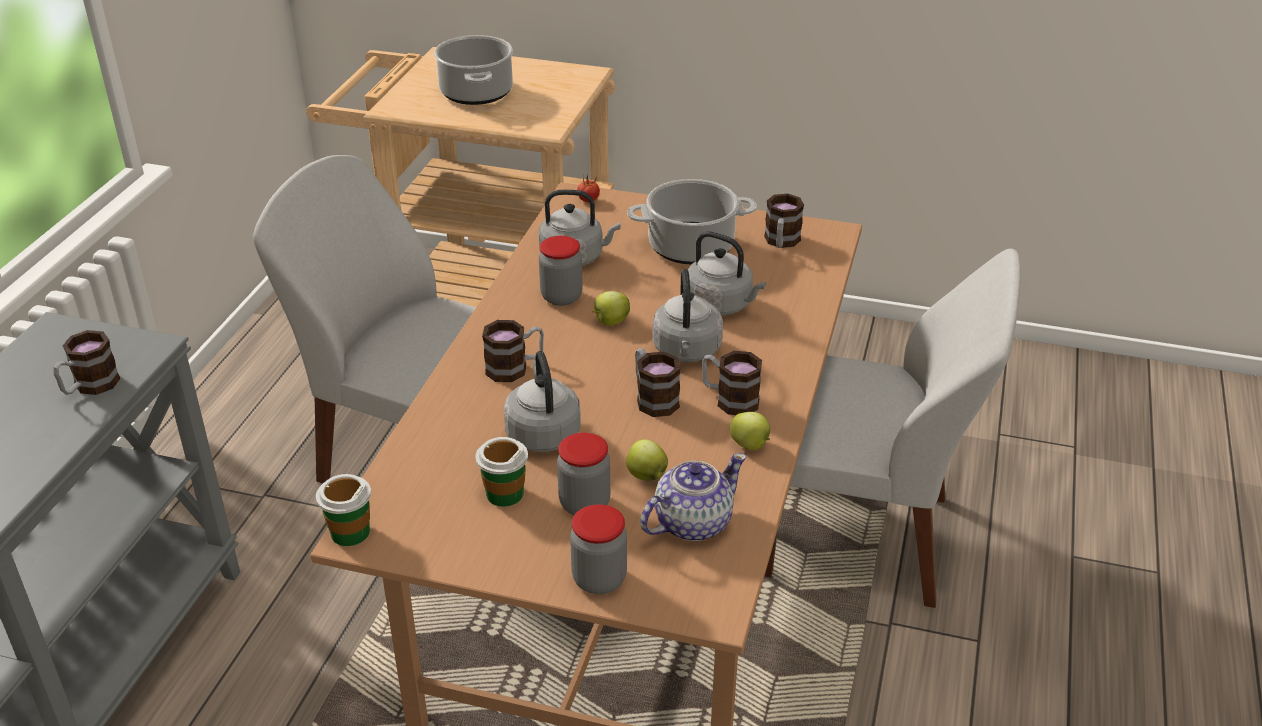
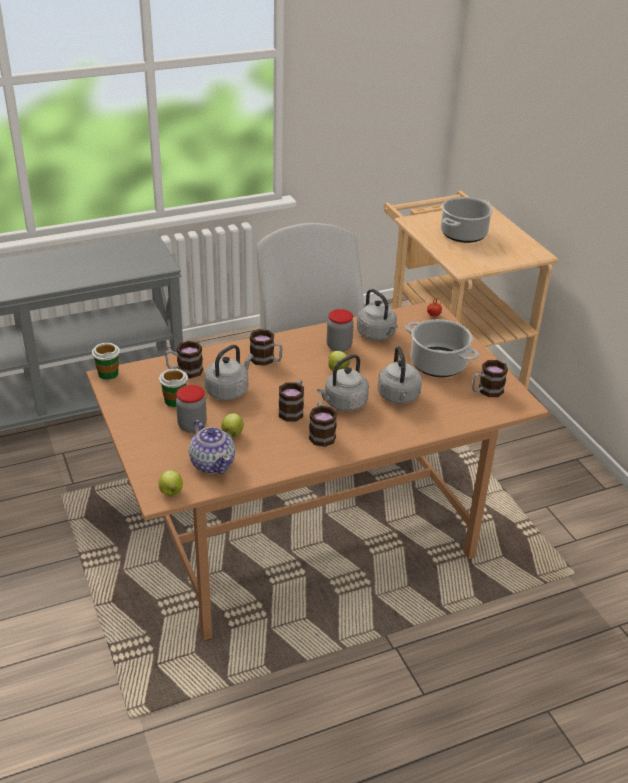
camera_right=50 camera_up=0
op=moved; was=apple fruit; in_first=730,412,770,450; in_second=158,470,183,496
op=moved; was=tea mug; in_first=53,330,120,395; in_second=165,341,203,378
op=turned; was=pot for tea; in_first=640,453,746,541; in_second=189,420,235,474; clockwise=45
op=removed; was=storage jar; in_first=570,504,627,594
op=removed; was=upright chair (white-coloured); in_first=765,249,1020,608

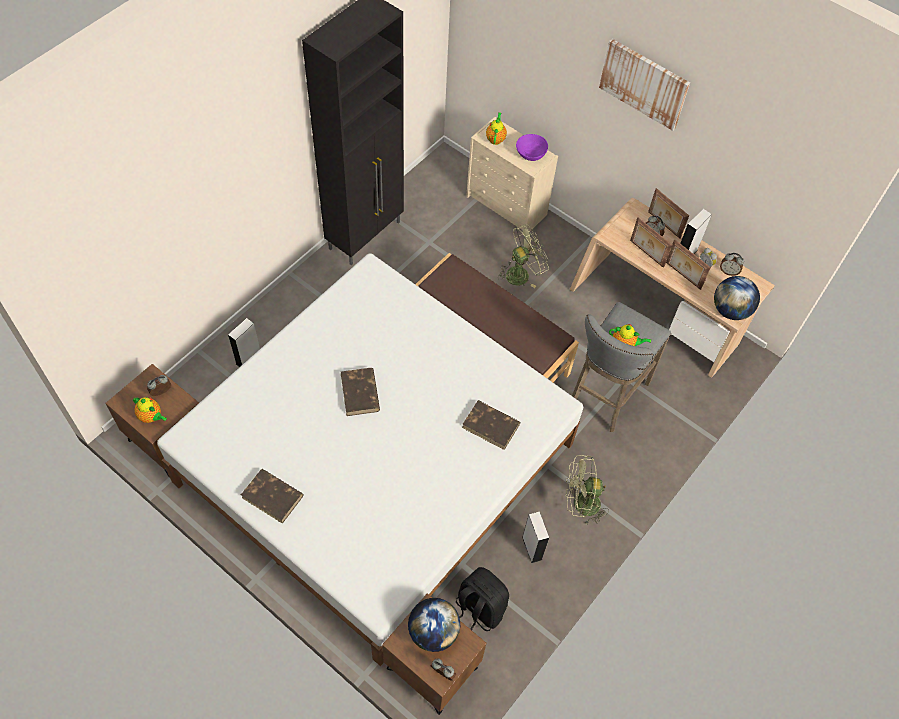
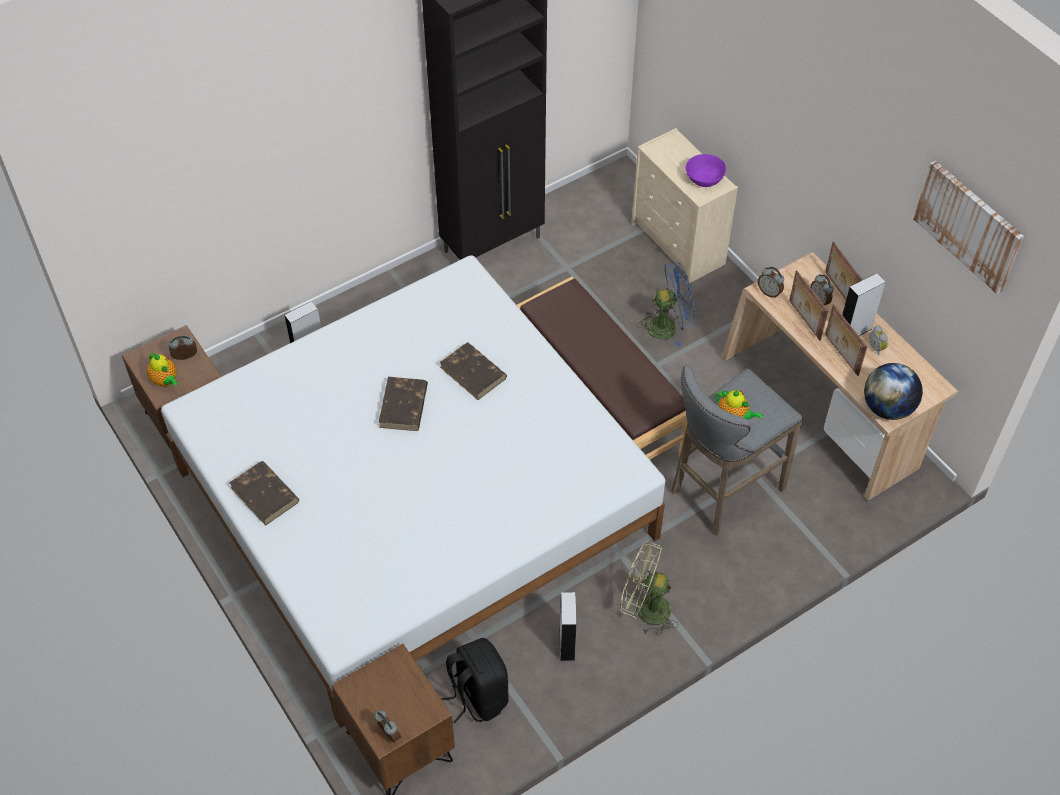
camera_right=20 camera_up=-5
op=moved; was=bound book (brownish); in_first=462,400,521,450; in_second=440,342,507,400
op=recoloured; was=fan (green); now=fan (bluish); in_first=499,224,549,288; in_second=637,263,696,347
op=moved; was=bedside clock; in_first=720,253,744,276; in_second=758,267,784,298
op=moved; was=wall picture; in_first=599,39,690,131; in_second=913,160,1024,294
op=removed; was=globe; in_first=408,598,460,652
op=removed; was=pot for tea; in_first=486,112,507,145

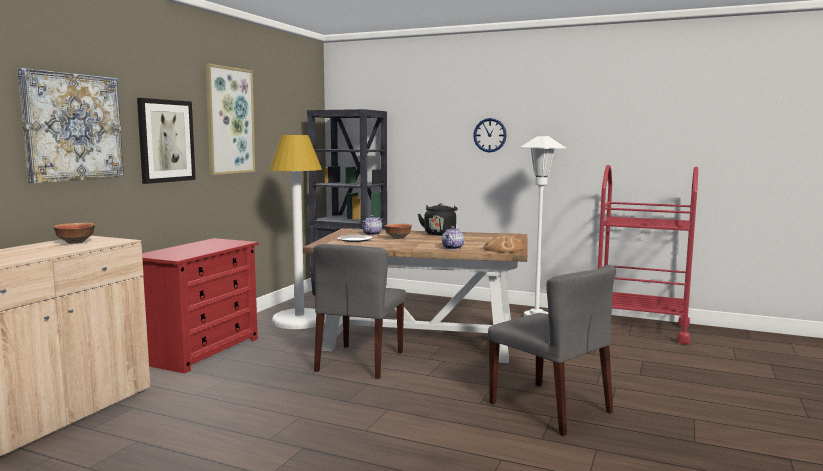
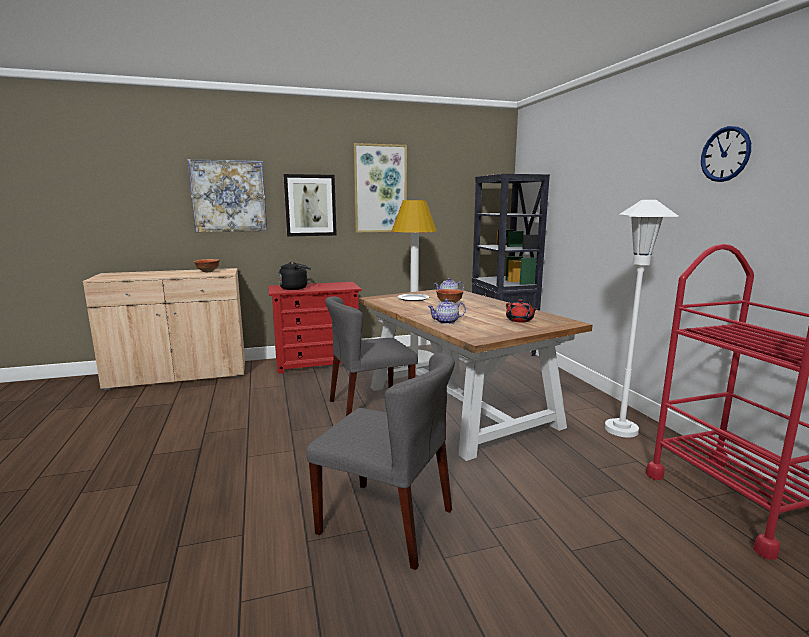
camera_right=50 camera_up=5
op=moved; was=tea kettle (black-coloured); in_first=418,203,458,236; in_second=279,262,311,290
op=turned; was=upright chair (greyish); in_first=488,265,616,436; in_second=307,352,455,570; clockwise=-75
op=added; now=pot for tea (red-coloured); in_second=506,300,538,323
op=moved; was=wall clock; in_first=473,118,507,152; in_second=701,126,751,182
op=removed; was=baked bread; in_first=484,234,524,252

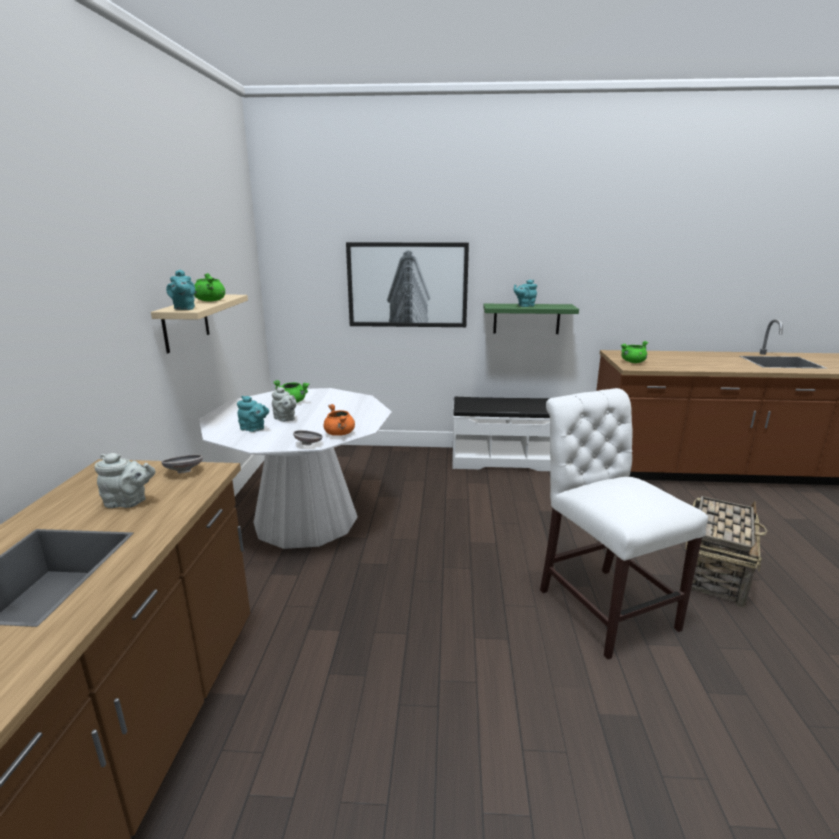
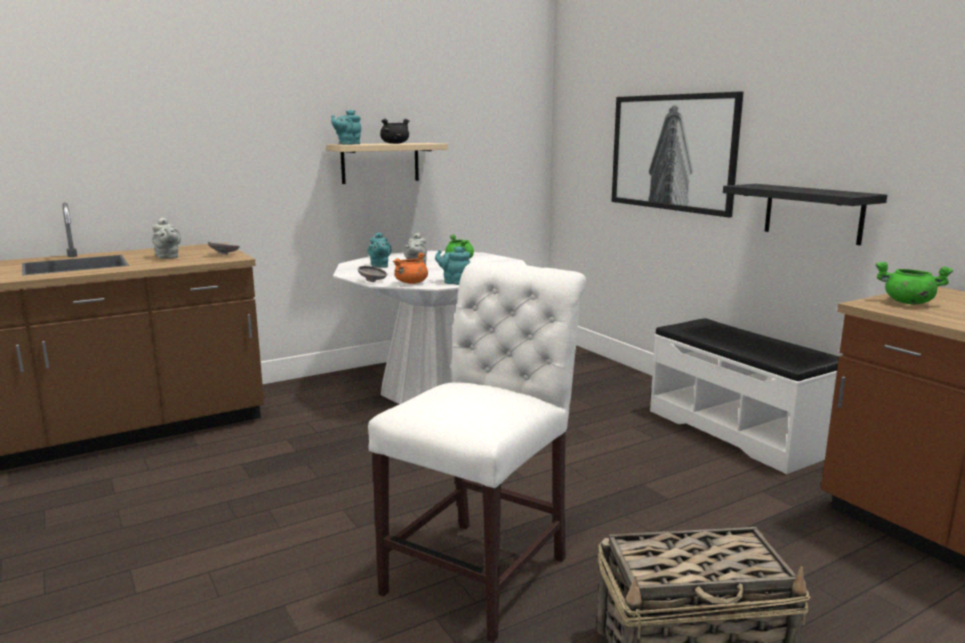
camera_right=55 camera_up=-5
op=recoloured; was=saucepot (green); now=saucepot (black-coloured); in_first=194,273,225,302; in_second=380,118,410,144
op=moved; was=pot for tea (blue-green); in_first=514,280,537,307; in_second=435,246,470,285
op=recoloured; was=bracket shelf (green); now=bracket shelf (black-coloured); in_first=483,304,579,334; in_second=723,184,887,245

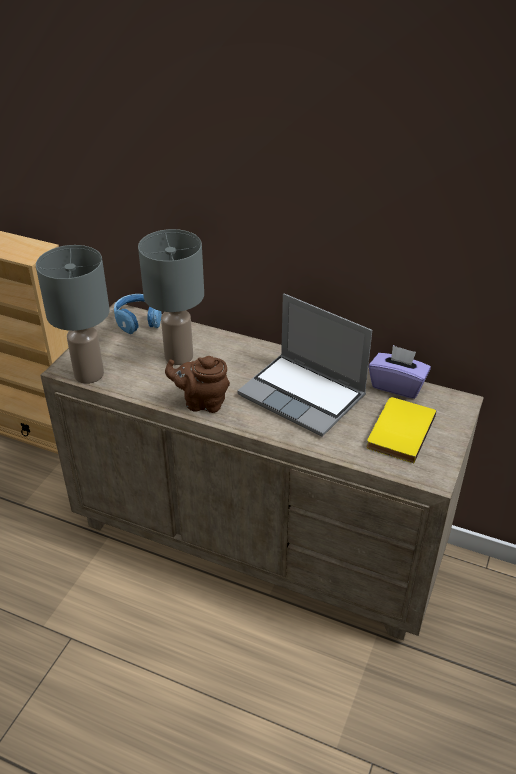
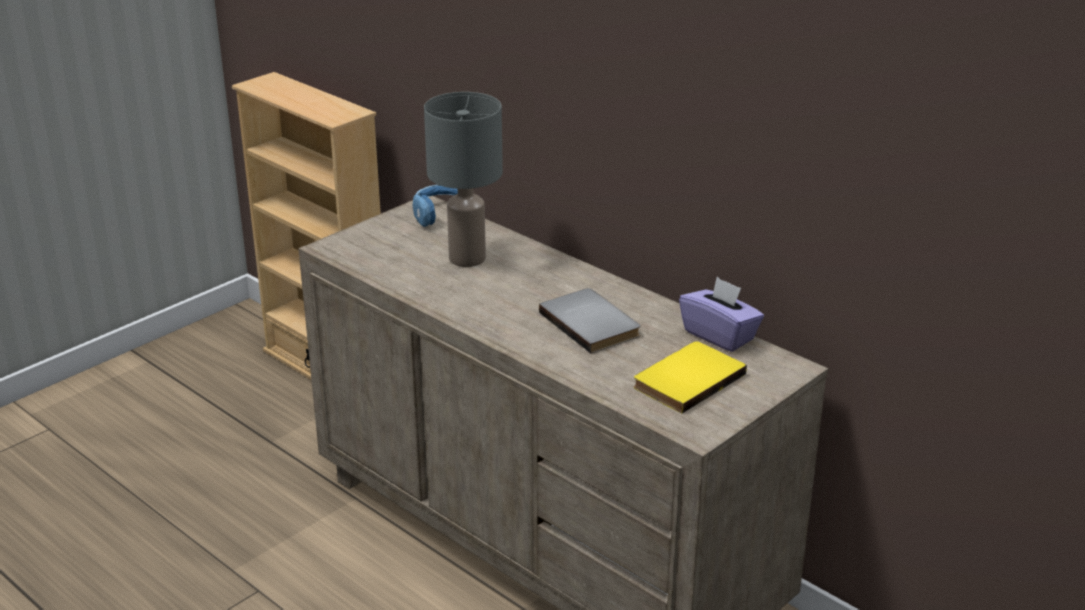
camera_right=20 camera_up=-10
op=replaced; was=portable computer; now=bound book (greyish); in_first=237,293,372,437; in_second=539,288,640,353
op=removed; was=lamp for a table (greyish); in_first=36,245,110,384
op=removed; was=pot for tea (brownish); in_first=165,356,230,413

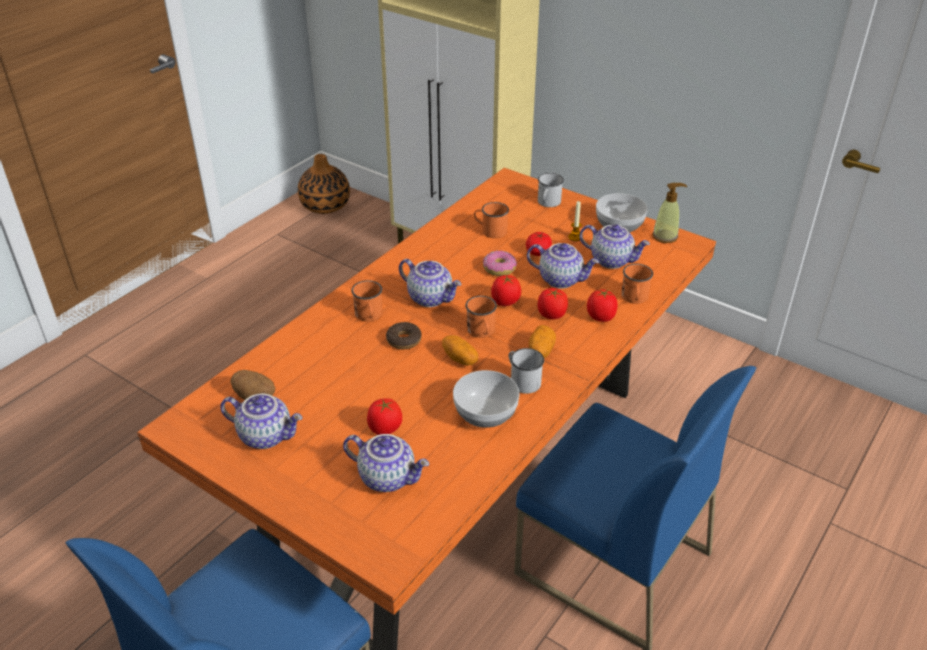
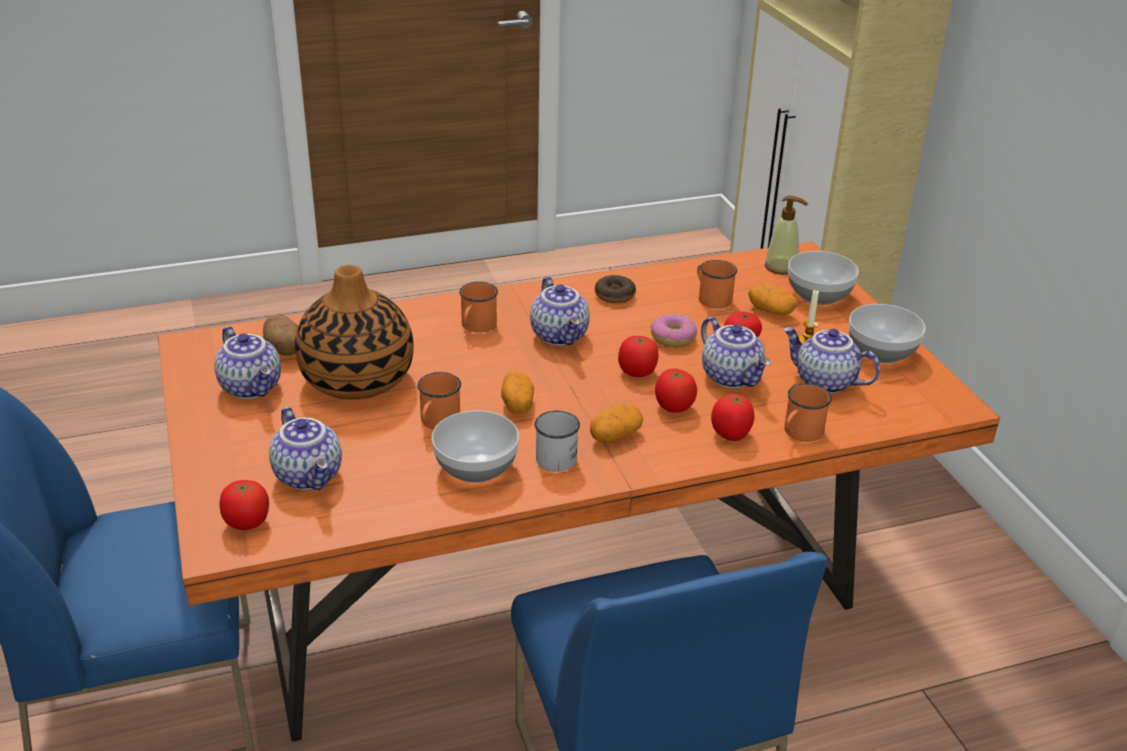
camera_right=35 camera_up=-5
op=moved; was=tomato; in_first=367,398,402,435; in_second=219,480,269,530
op=moved; was=flower vase; in_first=298,154,350,214; in_second=295,265,414,399
op=moved; was=tea mug (orange); in_first=465,296,497,338; in_second=417,372,461,430
op=moved; was=ring doughnut; in_first=386,322,422,349; in_second=595,275,636,303
op=added; now=spud; in_second=748,283,798,315
op=moved; was=soap bottle; in_first=652,183,687,243; in_second=765,196,808,275
op=turned; was=pot for tea; in_first=580,224,650,269; in_second=783,327,880,394; clockwise=150
op=replaced; was=tea mug (white-coloured); now=bowl; in_first=538,173,564,207; in_second=788,251,859,305

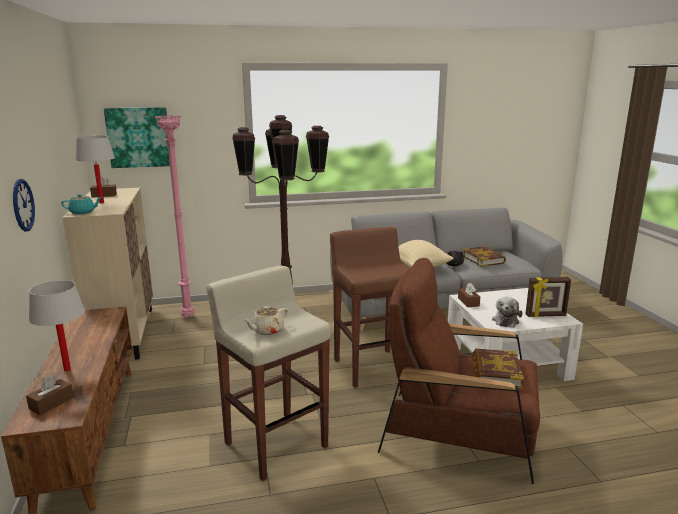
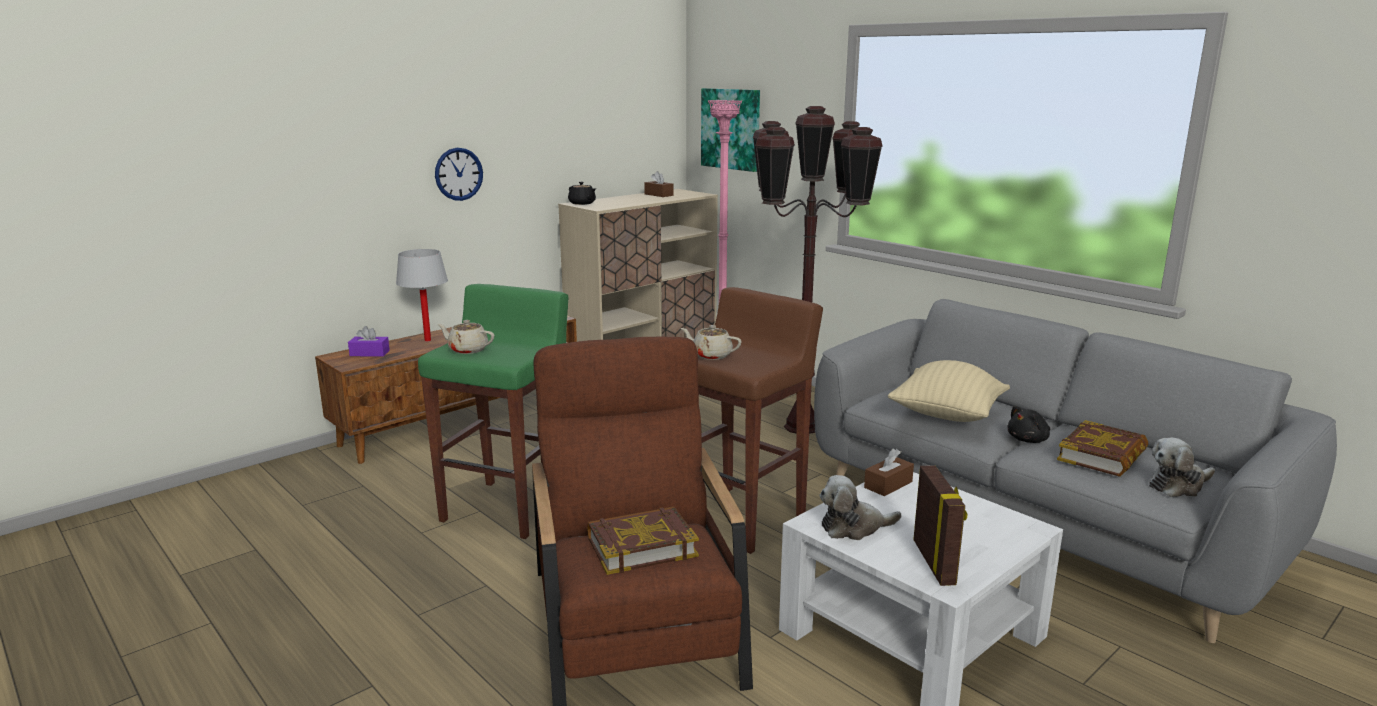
camera_right=60 camera_up=0
op=recoloured; was=tissue box (brownish); now=tissue box (purple-coloured); in_first=26,376,74,415; in_second=348,326,390,357
op=recoloured; was=sitting stool (beige-coloured); now=sitting stool (green); in_first=206,266,331,481; in_second=418,284,568,539
op=recoloured; was=pot for tea (blue-green); now=pot for tea (black-coloured); in_first=61,194,102,214; in_second=568,182,596,205
op=added; now=pot for tea (beige-coloured); in_second=681,325,742,360
op=turned; was=picture frame; in_first=526,277,571,317; in_second=913,465,967,586; clockwise=-150
op=added; now=cuddly toy; in_second=1149,438,1215,497
op=removed; was=lamp for a table (white-coloured); in_first=76,136,115,203

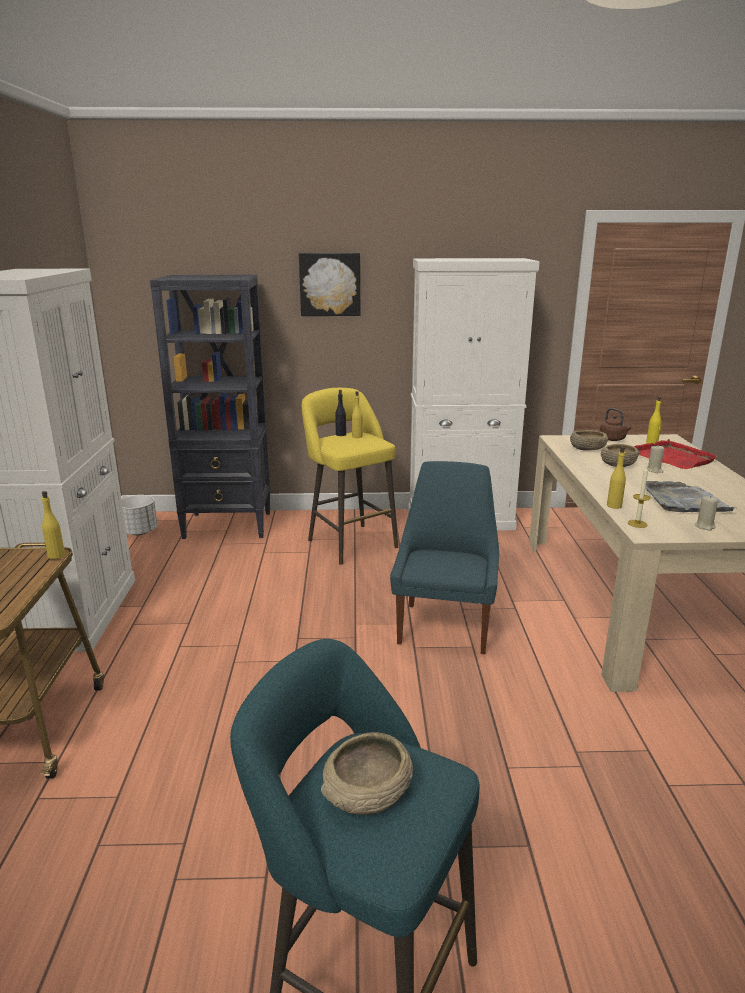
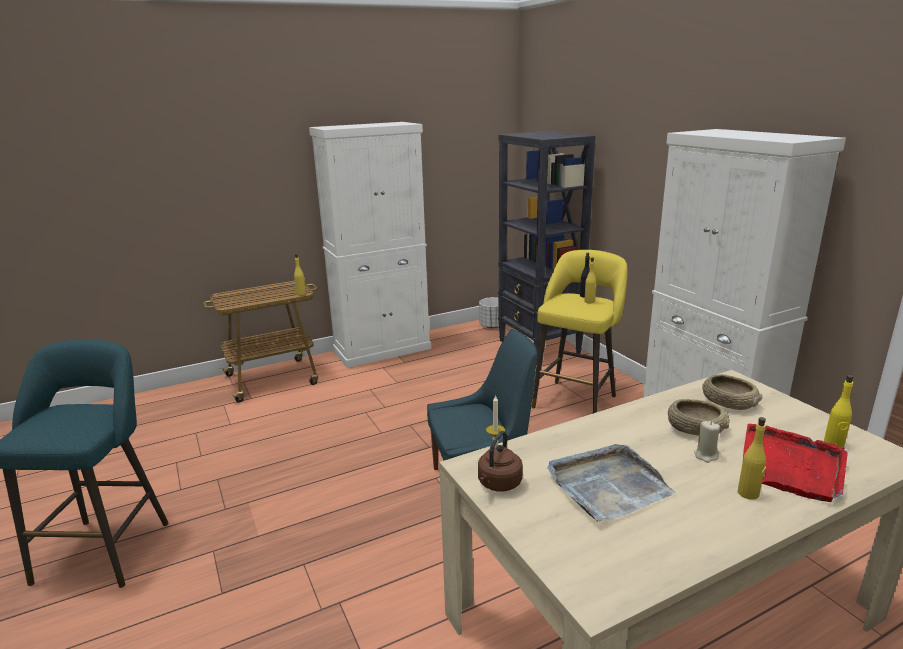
camera_right=65 camera_up=0
op=moved; was=tea kettle (brownish); in_first=600,408,631,441; in_second=478,431,523,492
op=moved; was=beverage bottle (yellow-coloured); in_first=607,447,626,509; in_second=737,417,766,500
op=removed; was=wall picture; in_first=299,253,360,316
op=removed; was=bowl (beige-coloured); in_first=321,732,413,815
op=removed; was=candle (beige-coloured); in_first=695,497,718,531

